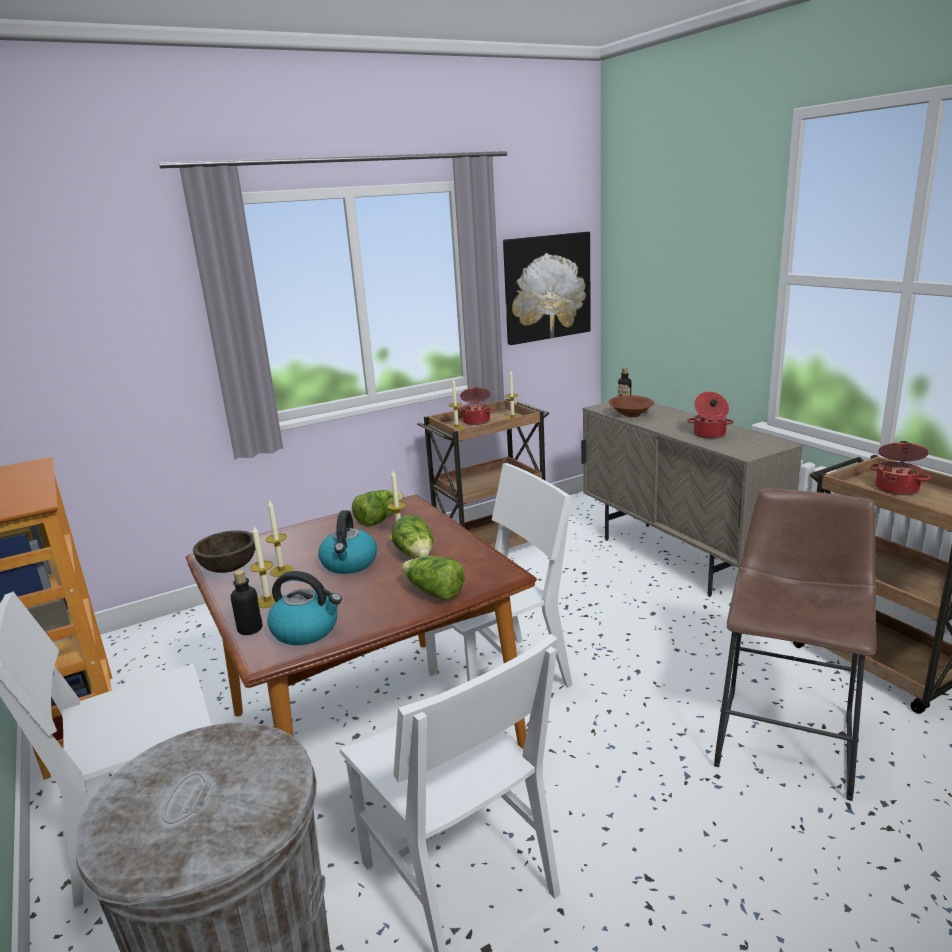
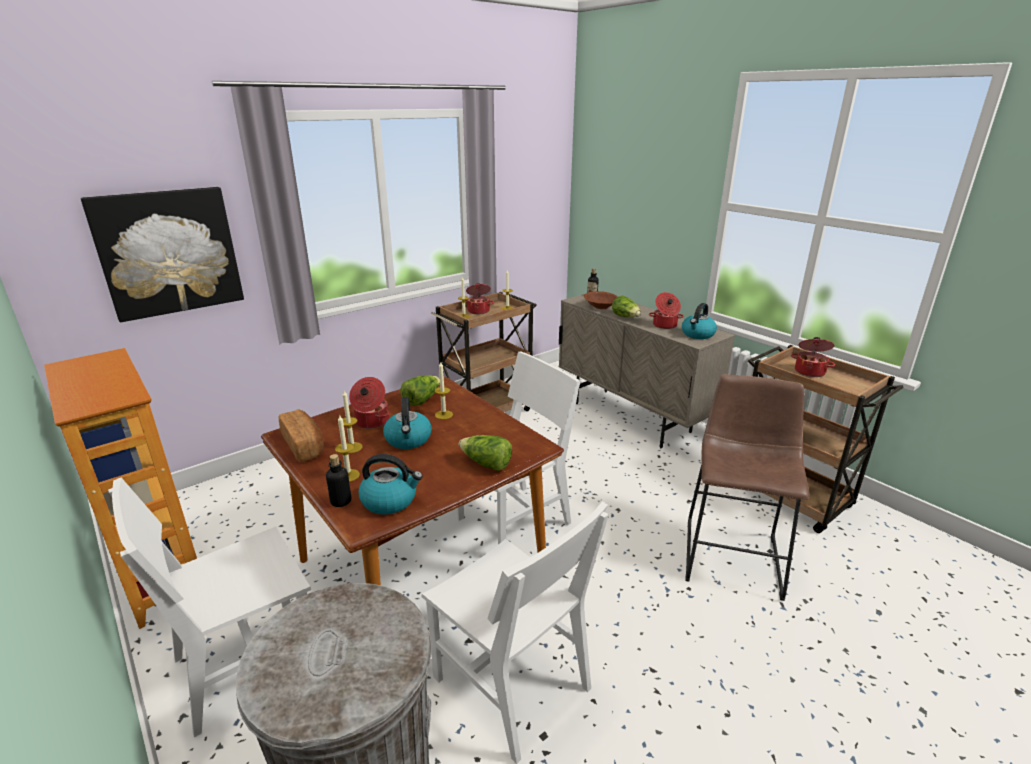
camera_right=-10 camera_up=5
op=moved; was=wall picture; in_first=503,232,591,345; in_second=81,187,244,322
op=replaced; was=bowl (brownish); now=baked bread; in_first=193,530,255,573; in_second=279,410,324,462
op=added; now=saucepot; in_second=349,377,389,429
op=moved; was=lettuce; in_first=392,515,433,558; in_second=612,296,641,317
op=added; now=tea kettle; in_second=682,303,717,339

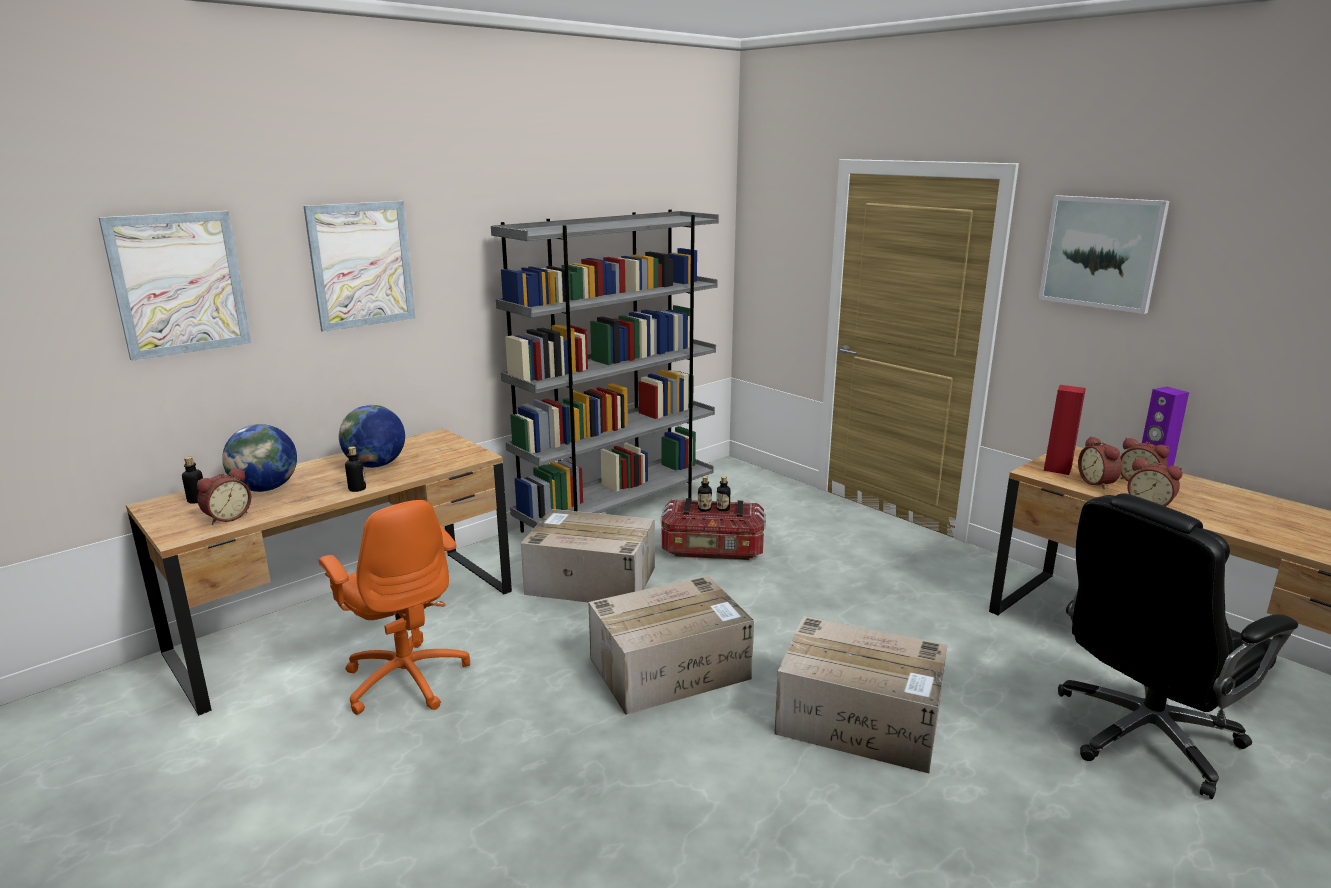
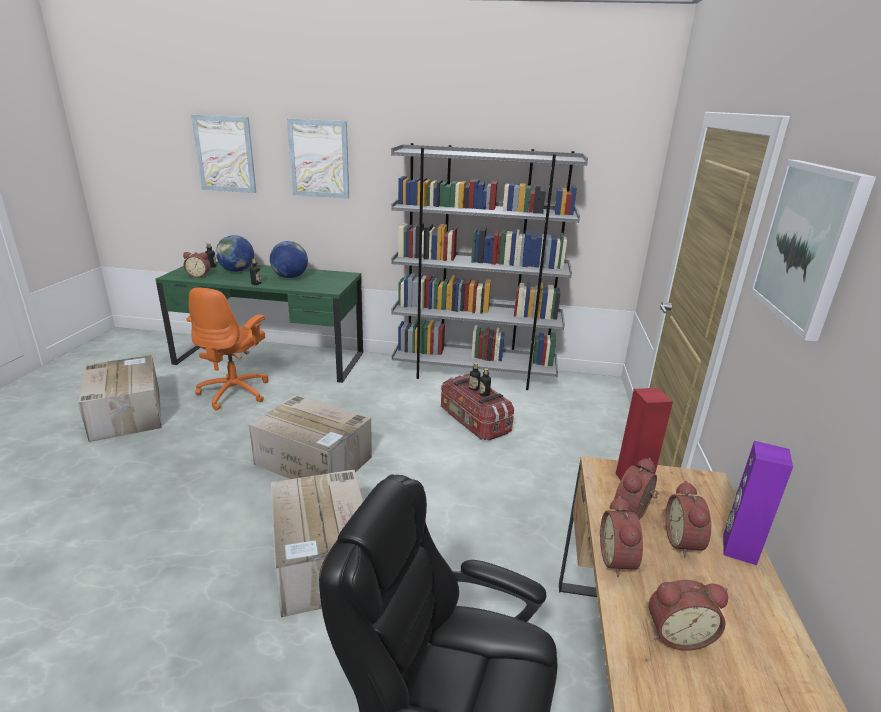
camera_right=50 camera_up=5
op=moved; was=carton; in_first=521,509,655,602; in_second=78,355,162,442
op=recoloured; was=desk table (brownish); now=desk table (green); in_first=126,428,512,716; in_second=155,261,363,383
op=added; now=bedside clock; in_second=649,580,728,651

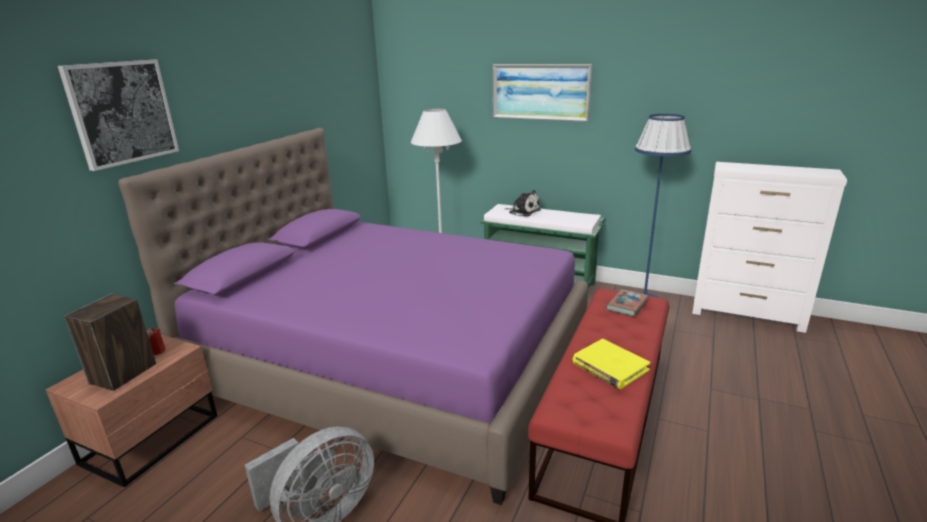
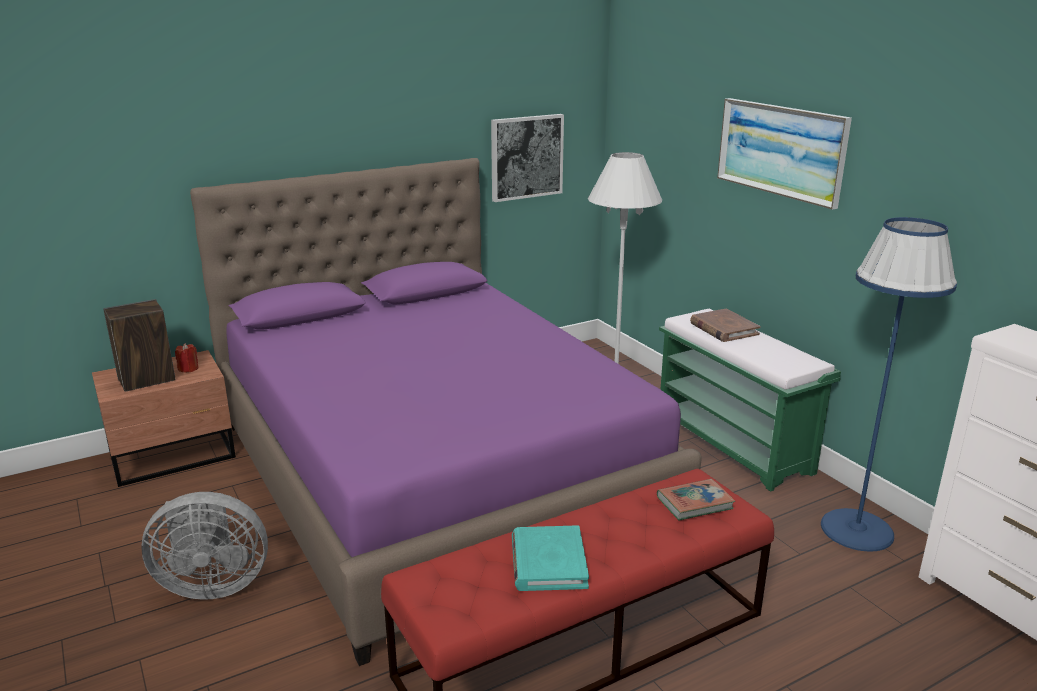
camera_right=35 camera_up=0
op=moved; was=wall picture; in_first=58,60,179,171; in_second=491,114,564,202
op=recoloured; was=bound book (yellow-coloured); now=bound book (blue-green); in_first=573,339,650,389; in_second=512,525,589,591
op=replaced; was=cuddly toy; now=bound book (brownish); in_first=505,190,541,217; in_second=690,309,761,342

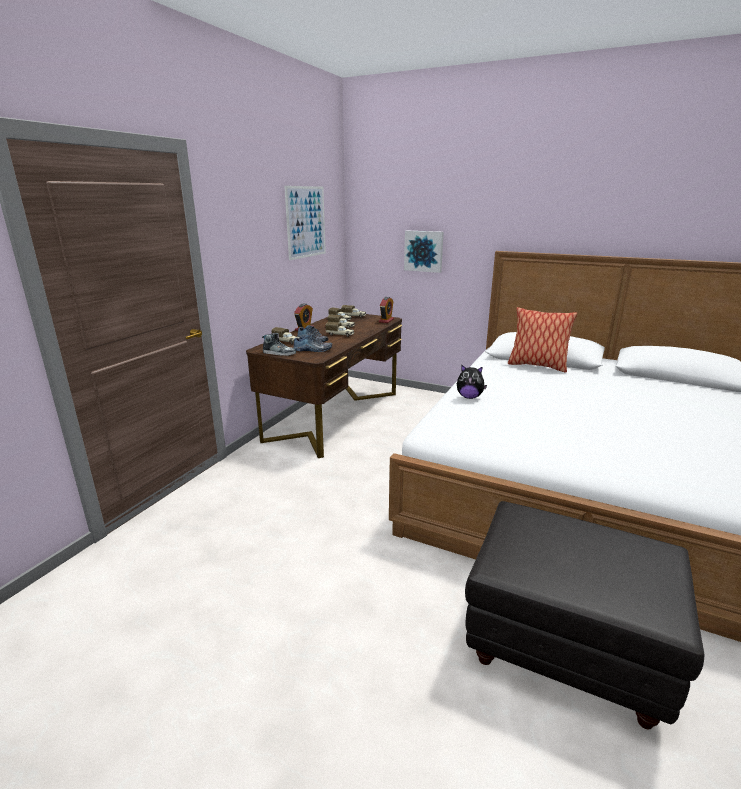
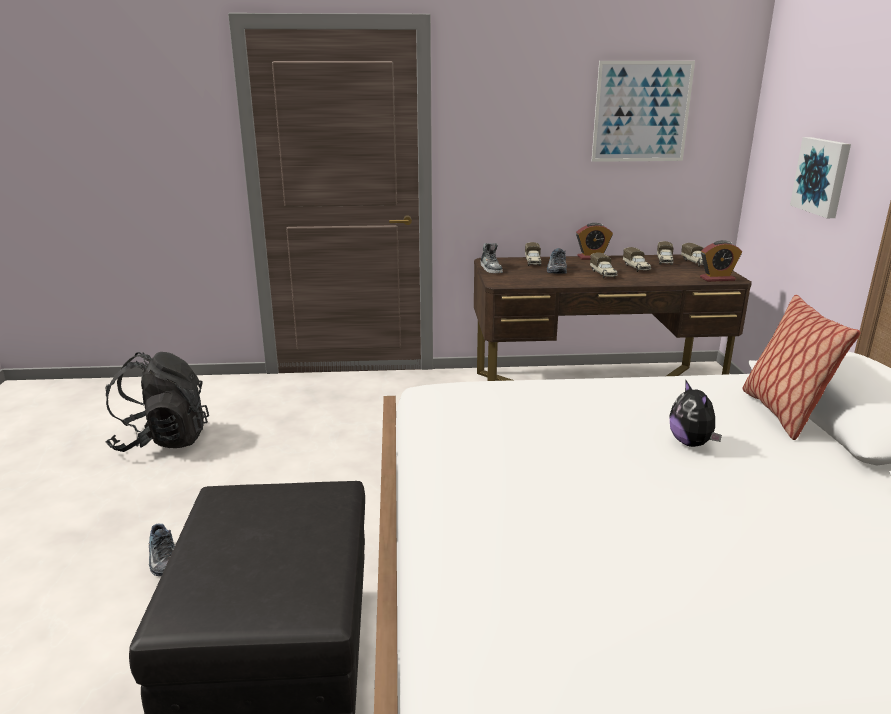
camera_right=60 camera_up=0
op=added; now=rucksack (black-coloured); in_second=105,352,209,452
op=moved; was=item of footwear; in_first=293,334,332,352; in_second=149,524,175,576
op=moved; was=cuddly toy; in_first=457,365,487,399; in_second=669,379,722,447

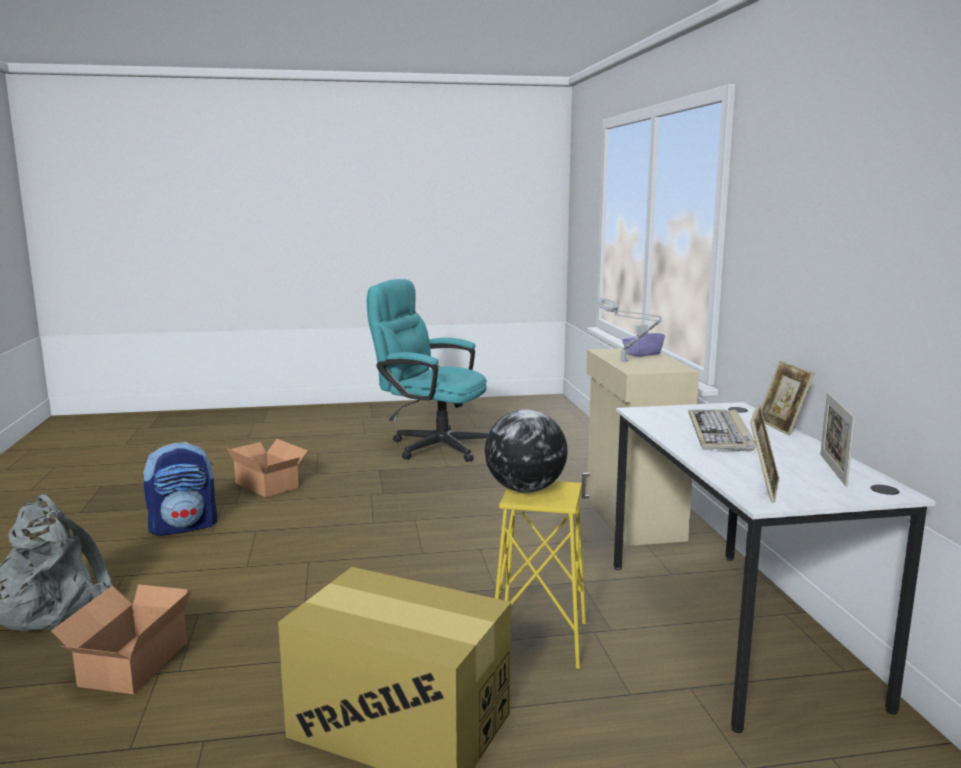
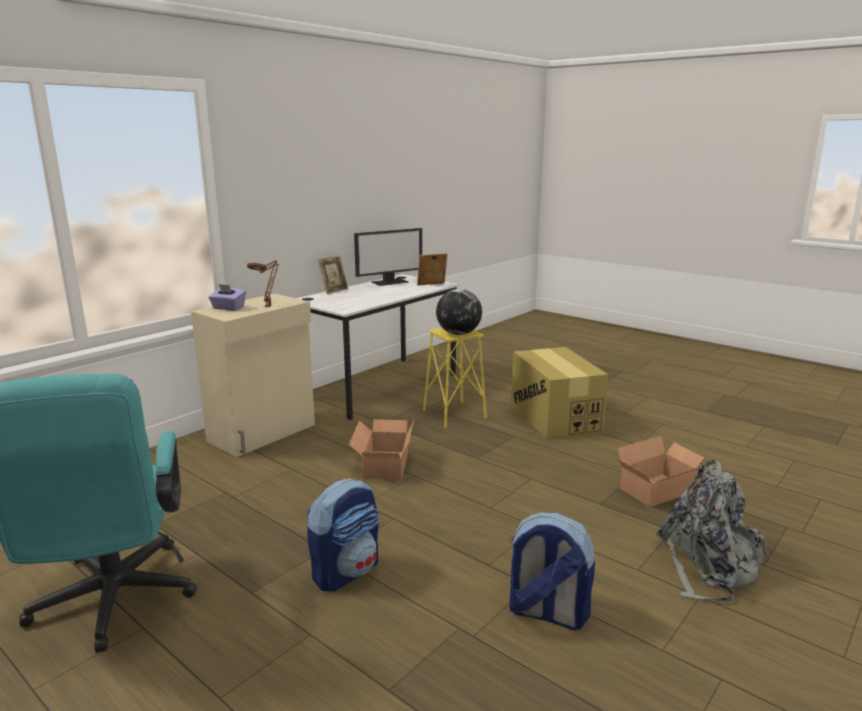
camera_right=-130 camera_up=5
op=recoloured; was=lamp for a table (greyish); now=lamp for a table (brownish); in_first=596,298,662,362; in_second=247,260,279,307
op=added; now=rucksack; in_second=307,478,379,592
op=moved; was=carton; in_first=226,439,308,497; in_second=349,419,414,480
op=replaced; was=picture frame; now=monitor; in_first=820,392,855,487; in_second=354,228,422,286
op=removed; was=computer keyboard; in_first=688,409,756,452

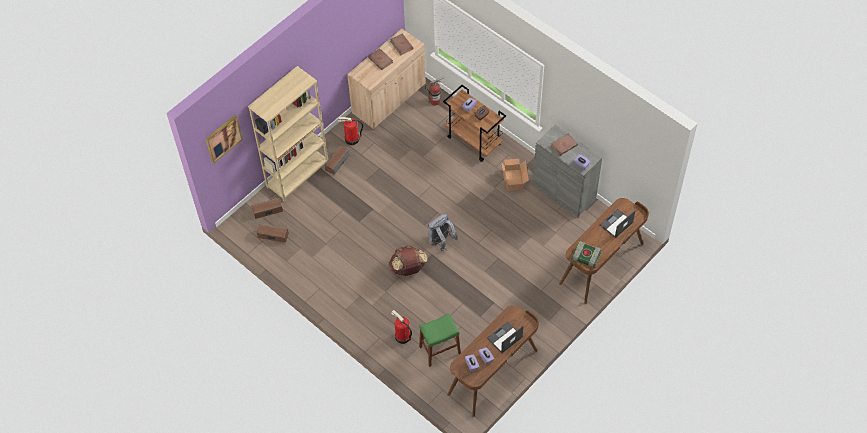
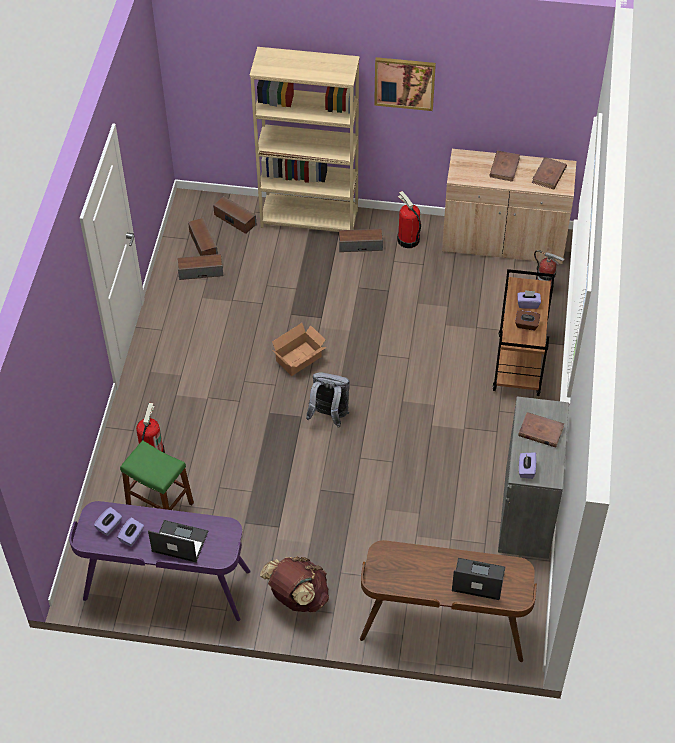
camera_right=55 camera_up=-5
op=recoloured; was=desk table (brownish); now=desk table (purple-coloured); in_first=447,305,539,417; in_second=69,501,251,621
op=added; now=loudspeaker; in_second=178,254,223,280
op=moved; was=rucksack (brownish); in_first=389,245,427,276; in_second=260,556,329,612
op=moved; was=carton; in_first=502,159,529,191; in_second=272,323,326,376
op=moved; was=wall picture; in_first=206,115,243,163; in_second=374,57,436,111
op=removed; was=bound book; in_first=571,241,601,268

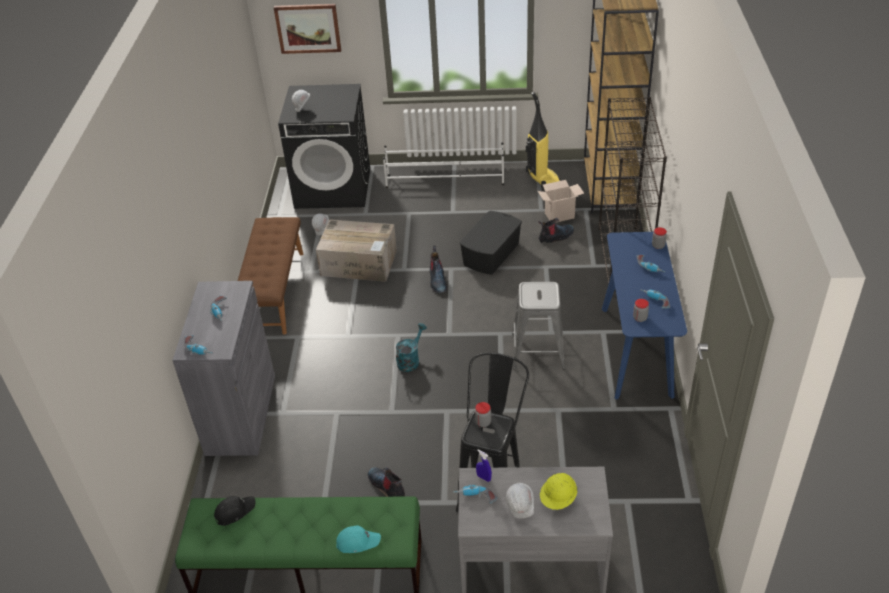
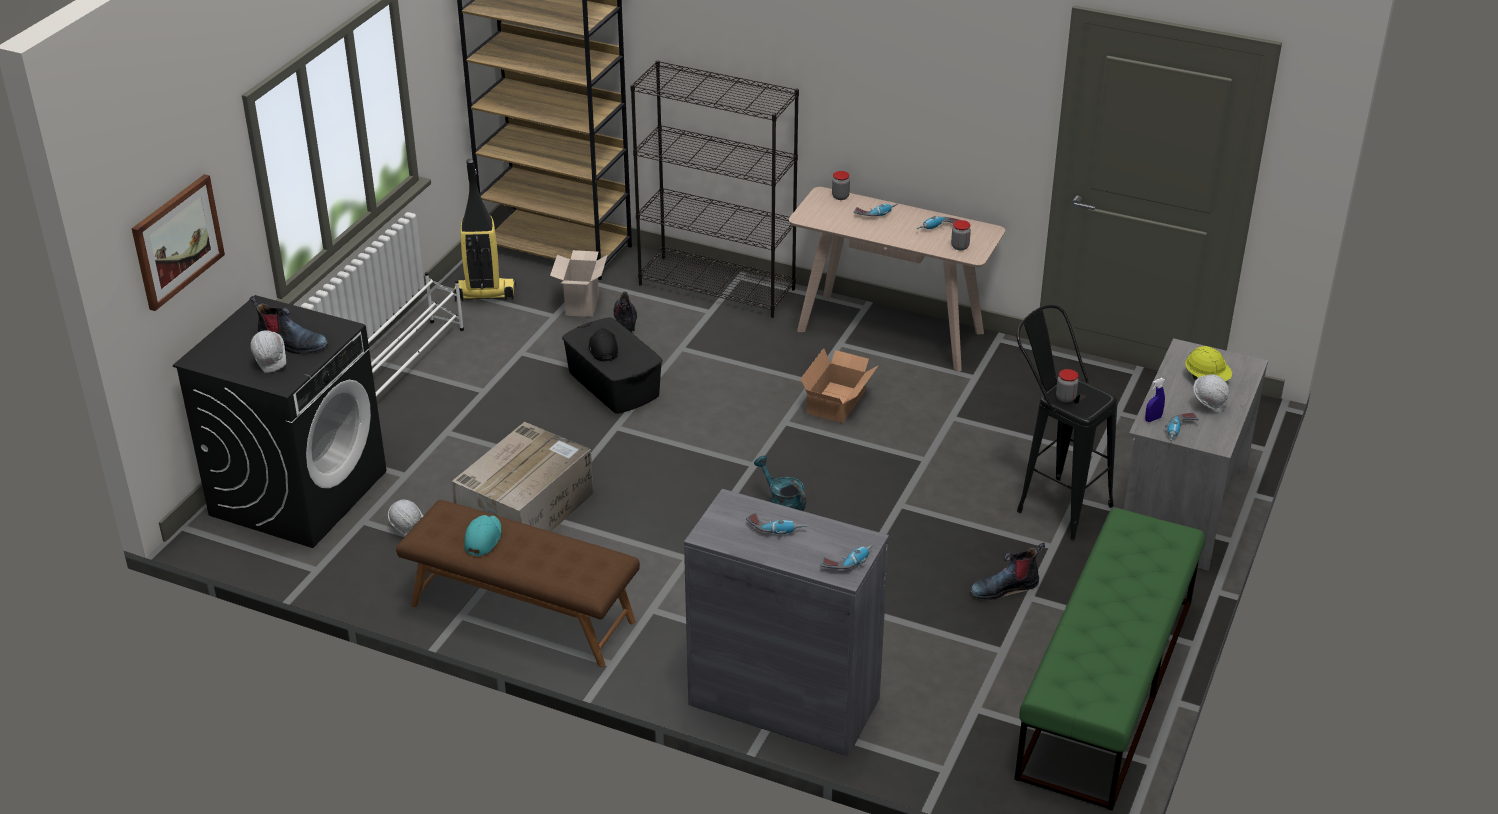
camera_right=-70 camera_up=-5
op=moved; was=boot; in_first=430,246,447,293; in_second=249,296,328,354
op=moved; was=cap (blue-green); in_first=336,525,381,553; in_second=464,515,501,556
op=moved; was=cap (black-coloured); in_first=214,496,255,526; in_second=589,328,618,361
op=recoloured; was=hall table (bluish); now=hall table (beige-coloured); in_first=602,232,687,399; in_second=789,187,1006,372
op=replaced; was=sitting stool (greyish); now=carton; in_first=512,282,565,370; in_second=801,348,879,423

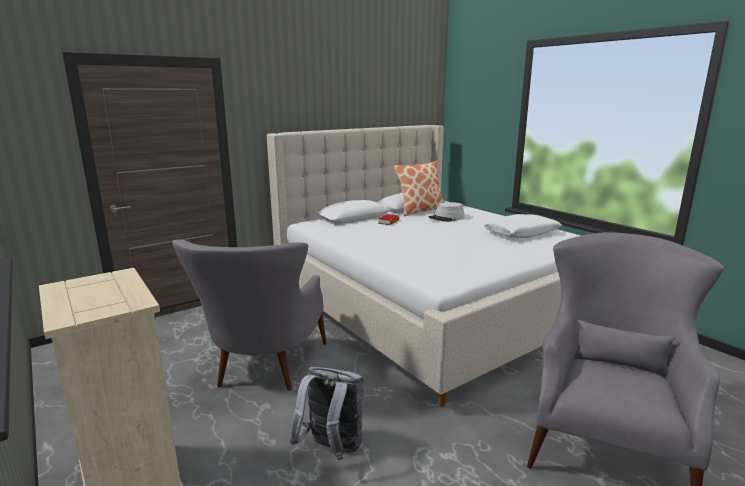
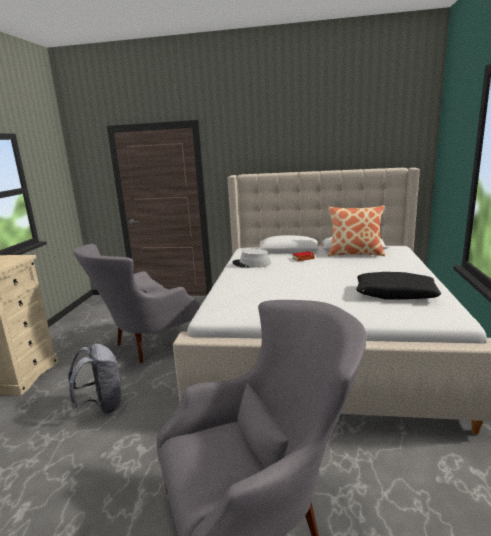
camera_right=45 camera_up=0
op=moved; was=clothing hat (greyish); in_first=429,202,465,222; in_second=232,249,271,268
op=recoloured; was=throw pillow (white-coloured); now=throw pillow (black-coloured); in_first=484,214,562,238; in_second=356,272,441,300

